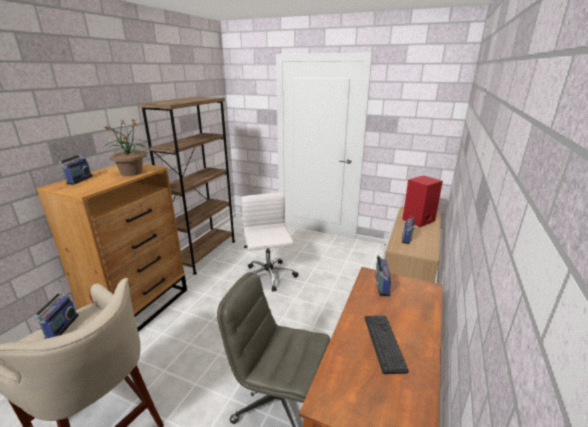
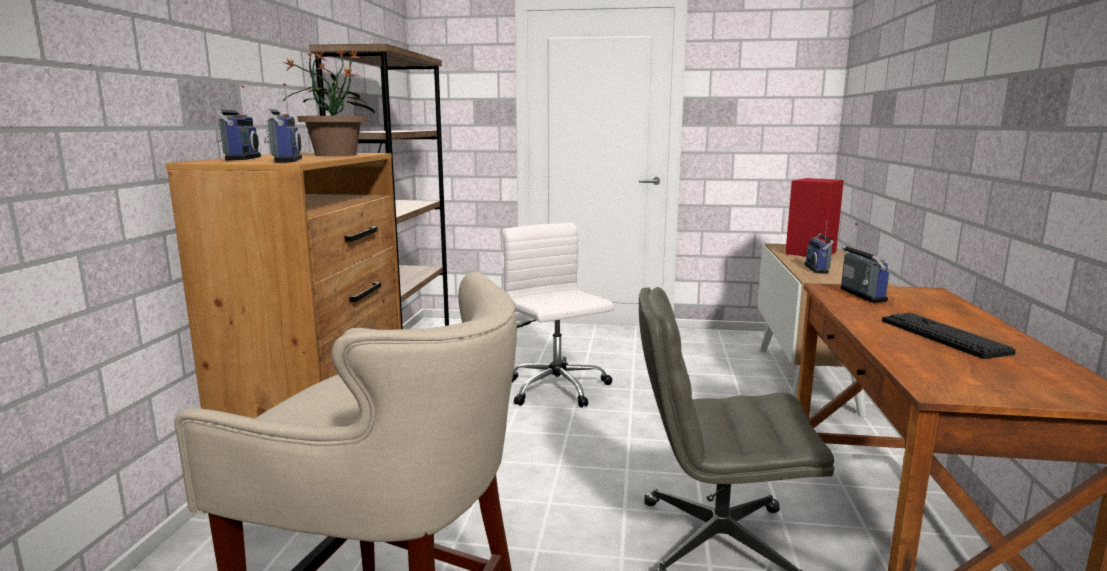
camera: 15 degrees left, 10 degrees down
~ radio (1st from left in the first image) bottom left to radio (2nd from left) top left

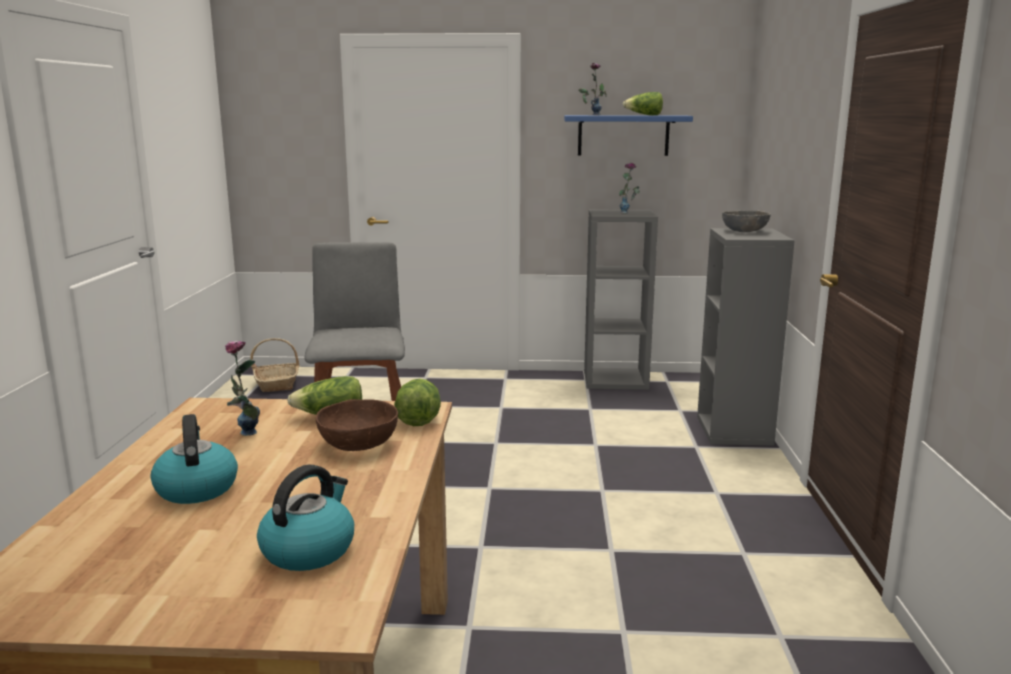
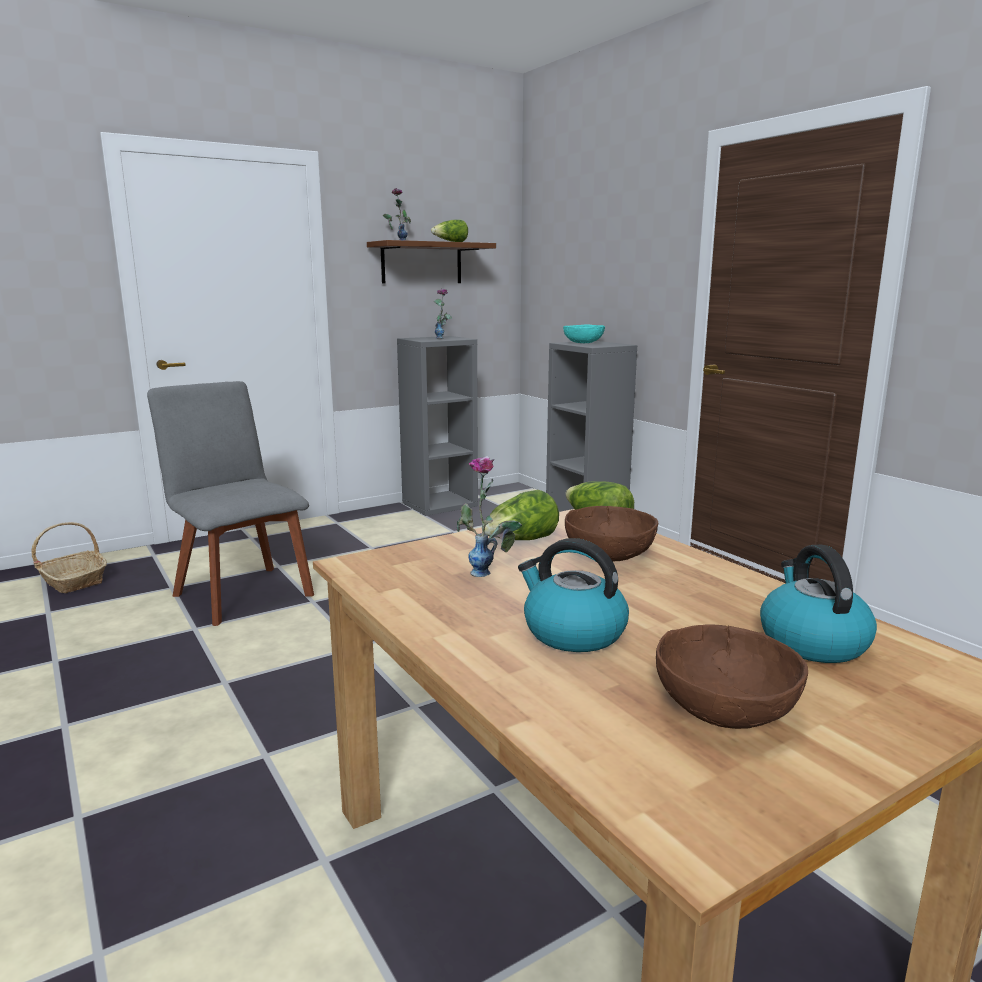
camera: 35 degrees left, 0 degrees up
~ blue shelf top centre to brown shelf top centre
~ grey bowl top right to turquoise bowl centre
+ brown bowl (2nd from left) bottom right

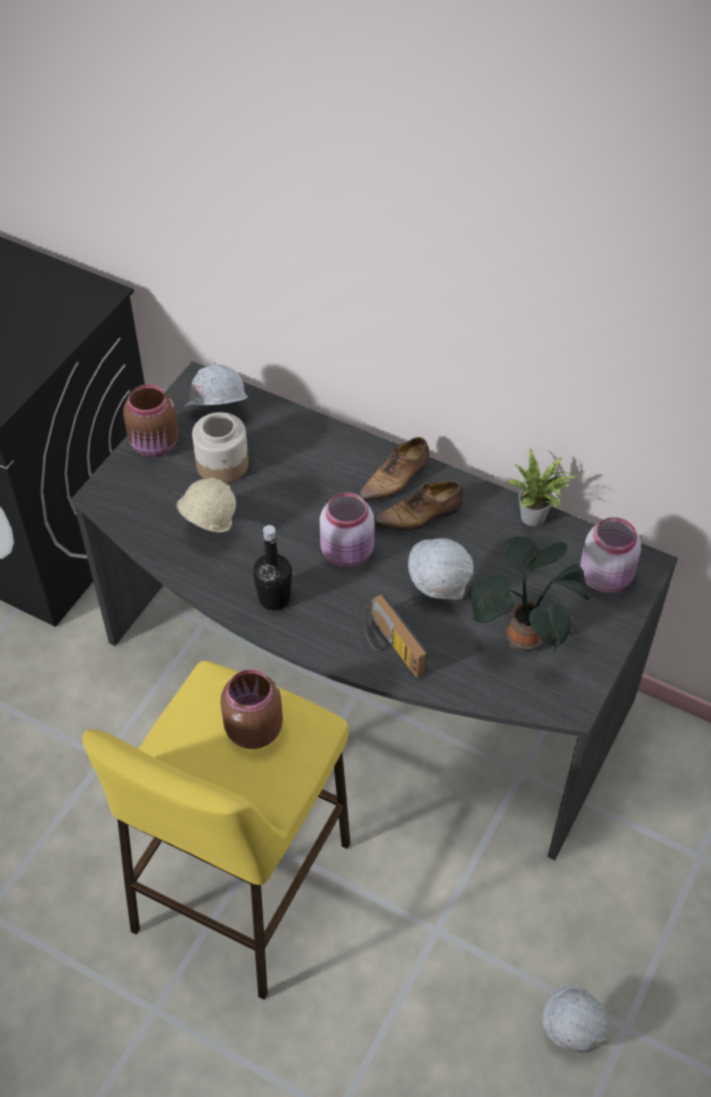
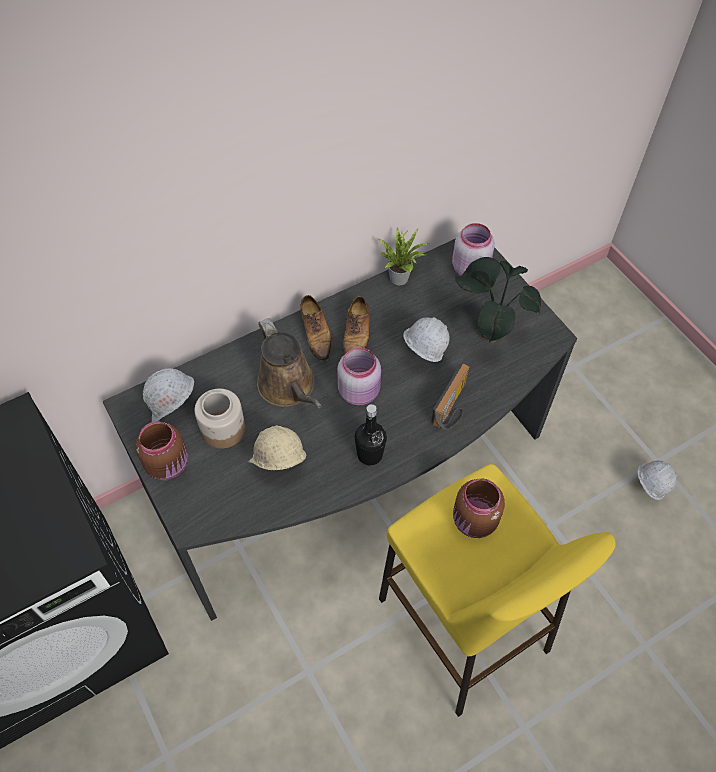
camera: 60 degrees left, 5 degrees up
~ radio centre = centre 60 degrees counterclockwise
+ brown watering can centre

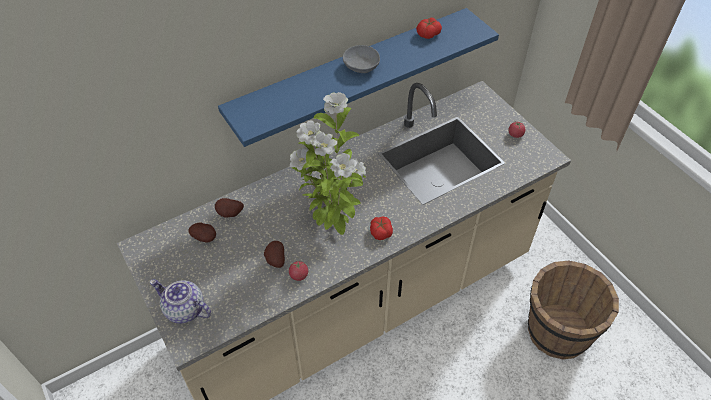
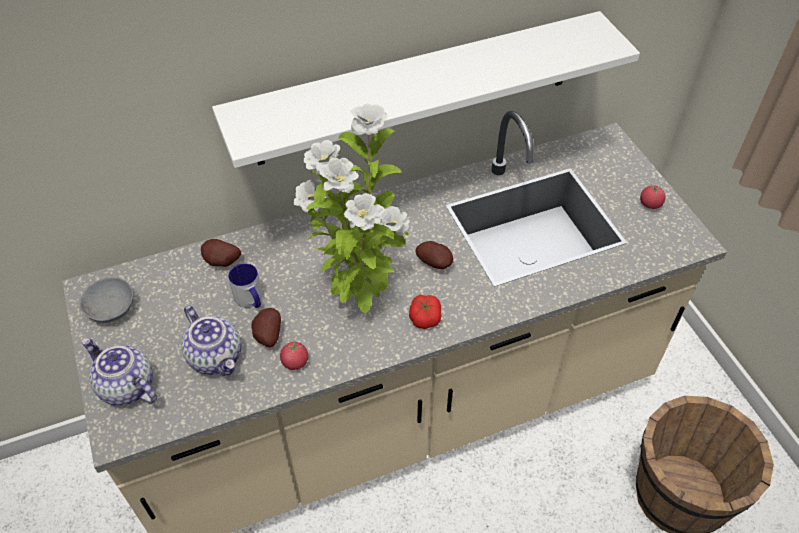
camera: 10 degrees right, 0 degrees up
~ blue shelf top centre to white shelf top centre
- tomato (3rd from left) top centre
~ grey bowl top centre to middle left
~ potato (1st from left in the first image) middle left to potato (3rd from left) centre
+ mug middle left
+ teapot (2nd from left) middle left

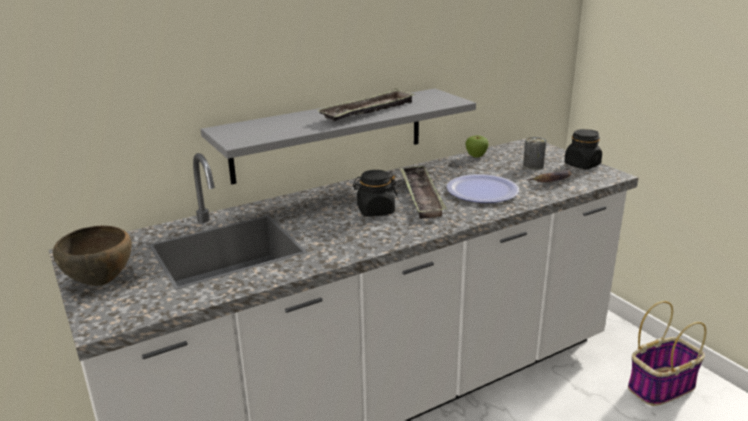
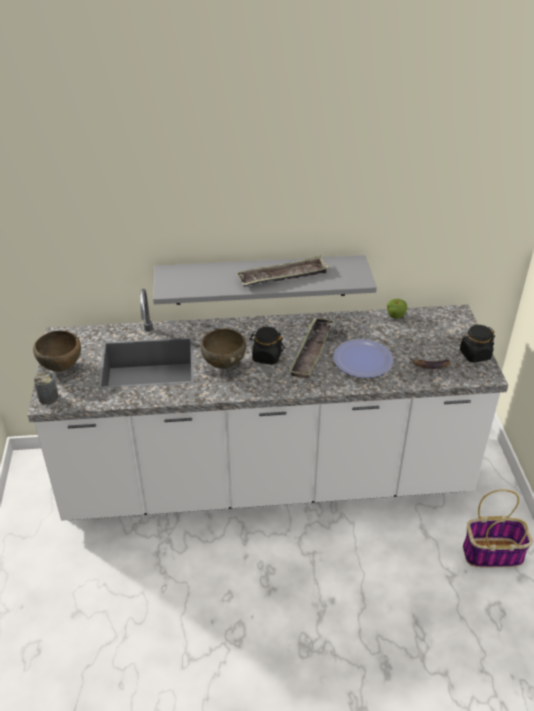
camera: 25 degrees right, 15 degrees up
~ can middle right to middle left
+ brown bowl (2nd from left) centre

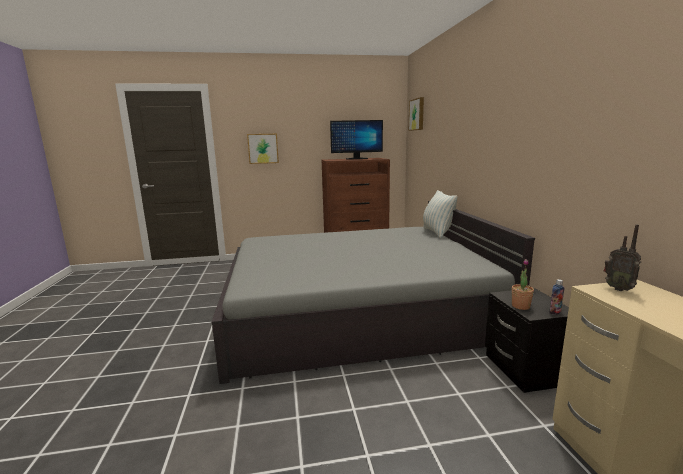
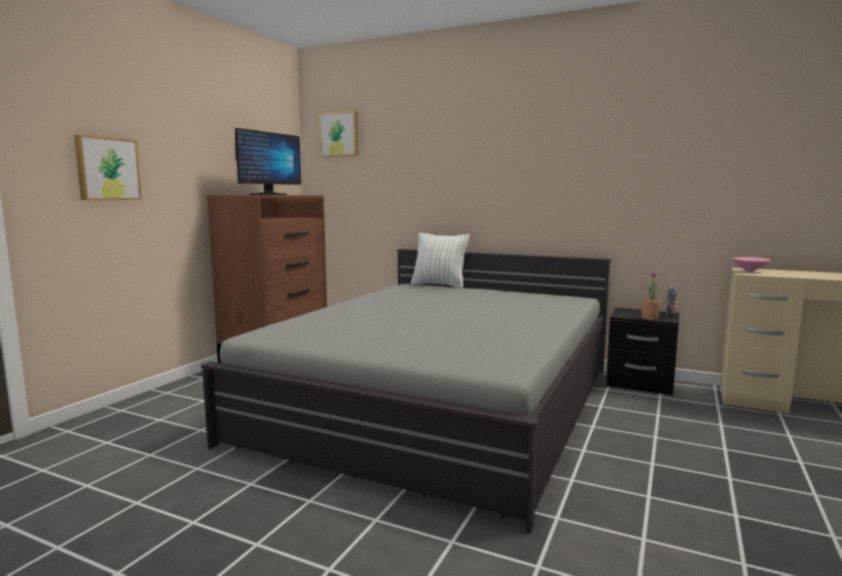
camera: 55 degrees left, 5 degrees down
~ radio middle right to pink bowl middle right

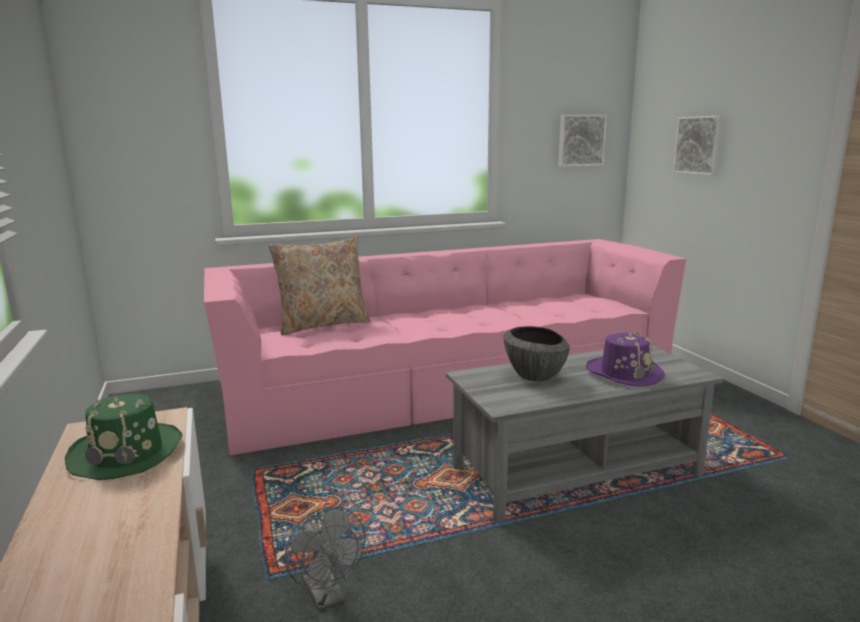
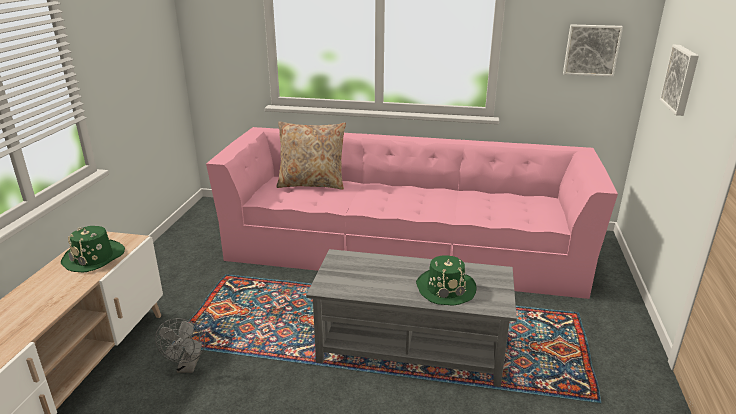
camera: 30 degrees right, 10 degrees up
- bowl centre
~ purple hat middle right to green hat (2nd from left) bottom centre

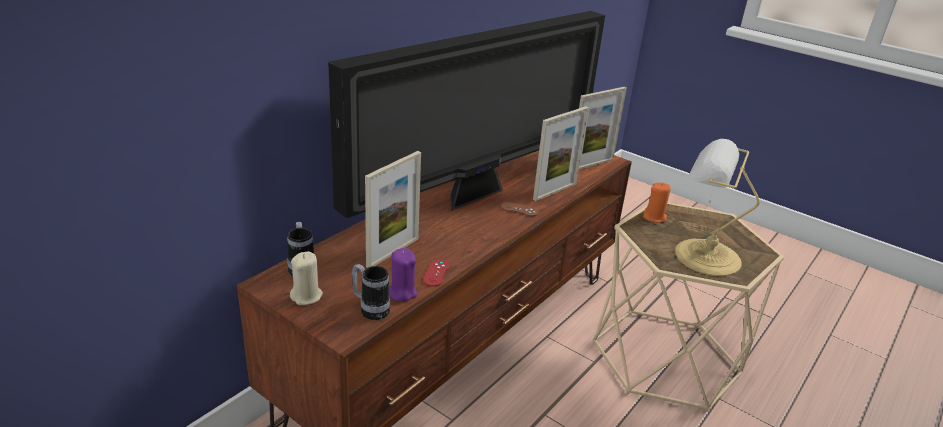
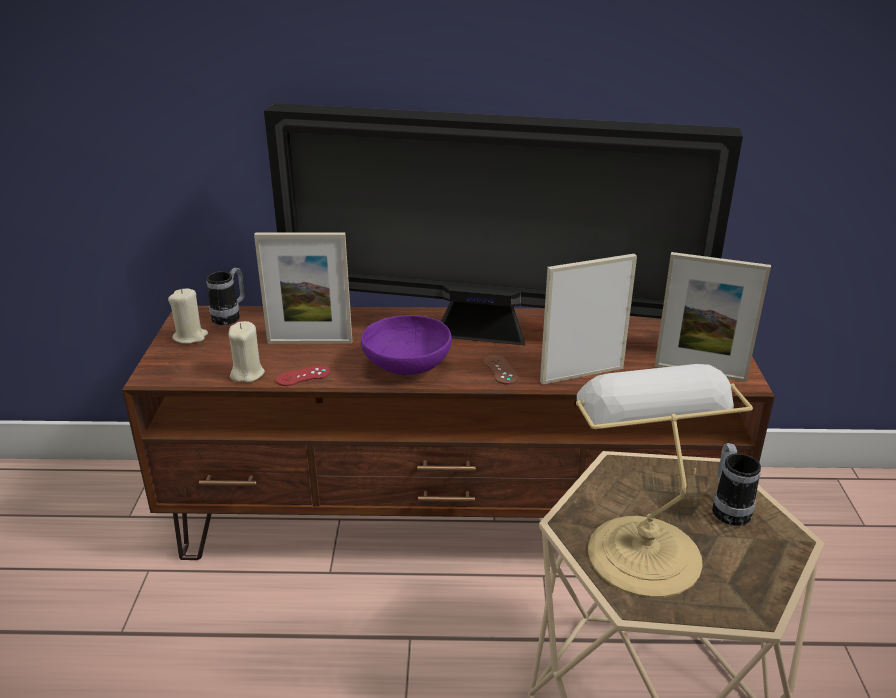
camera: 55 degrees right, 0 degrees up
~ picture frame (2nd from left) centre = centre 150 degrees clockwise
- orange candle middle right
~ purple candle centre to beige candle (2nd from left) middle left
~ mug (2nd from left) bottom centre to bottom right
+ purple bowl centre

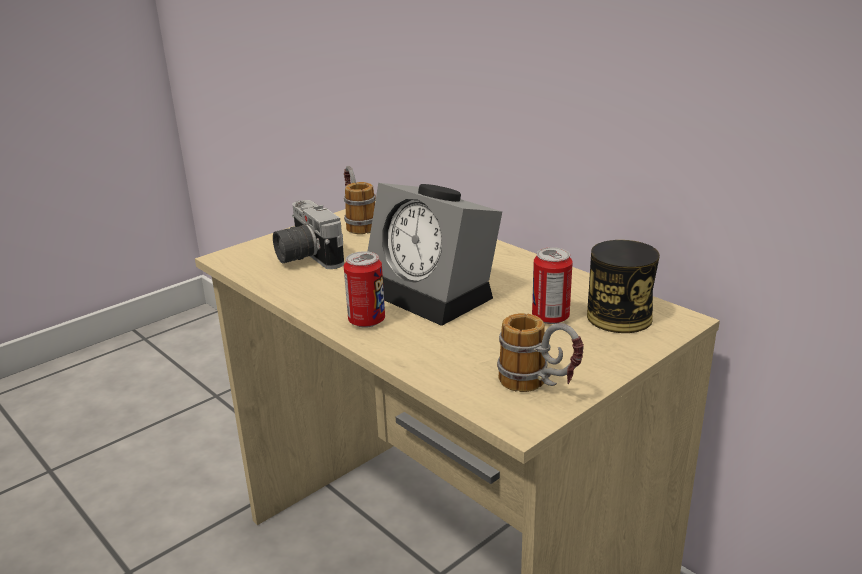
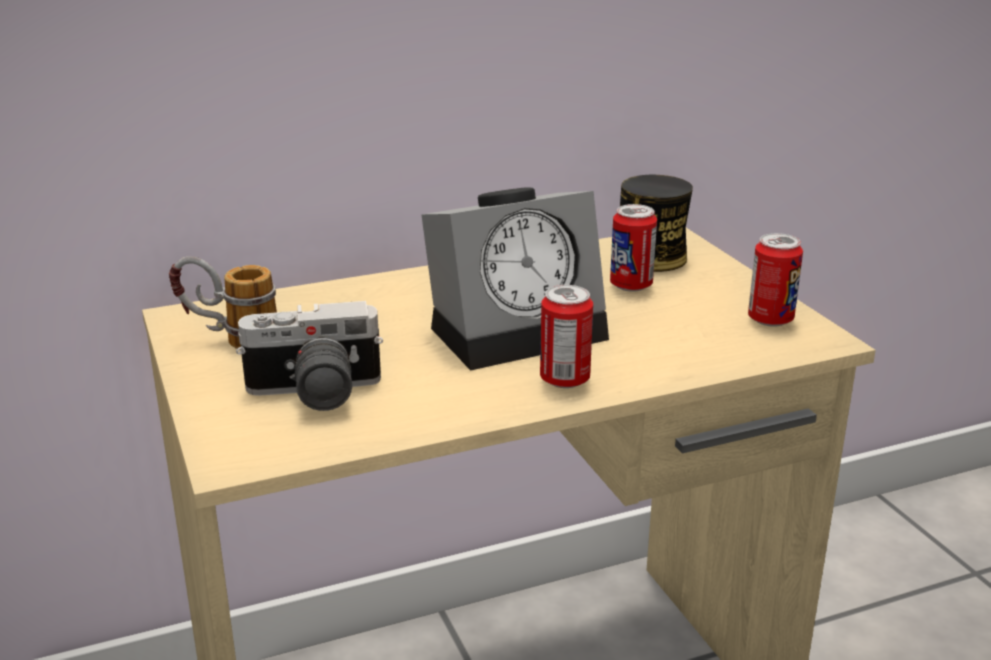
camera: 70 degrees left, 0 degrees up
~ mug (2nd from left) centre to can (4th from left) middle right

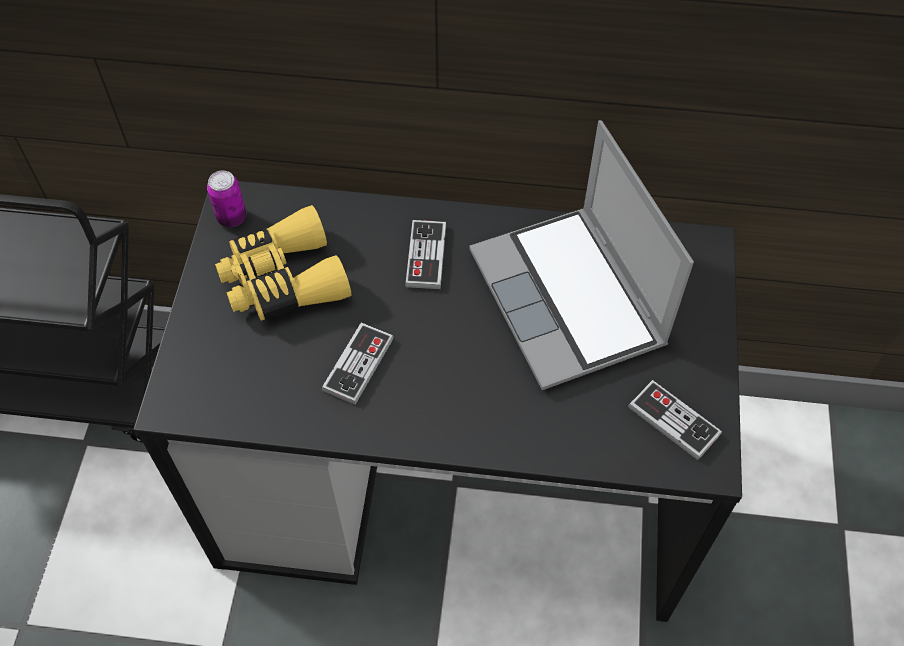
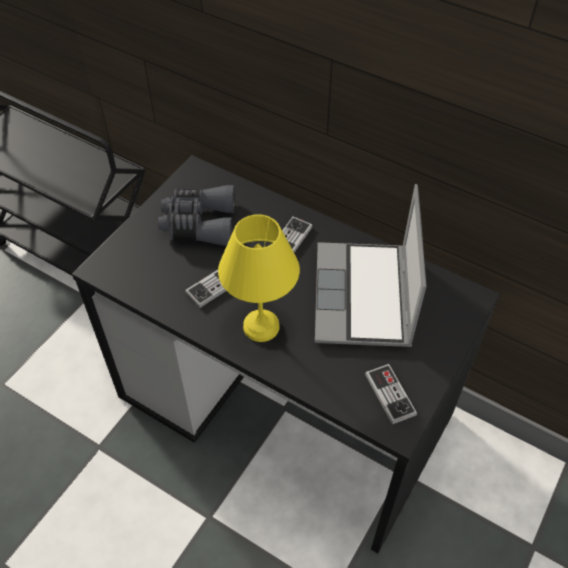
camera: 25 degrees right, 5 degrees down
- can top left
~ yellow binoculars middle left to grey binoculars centre
+ yellow table lamp centre

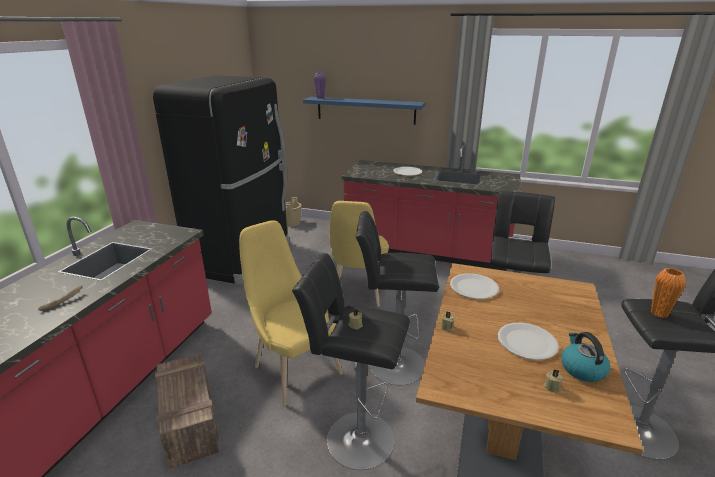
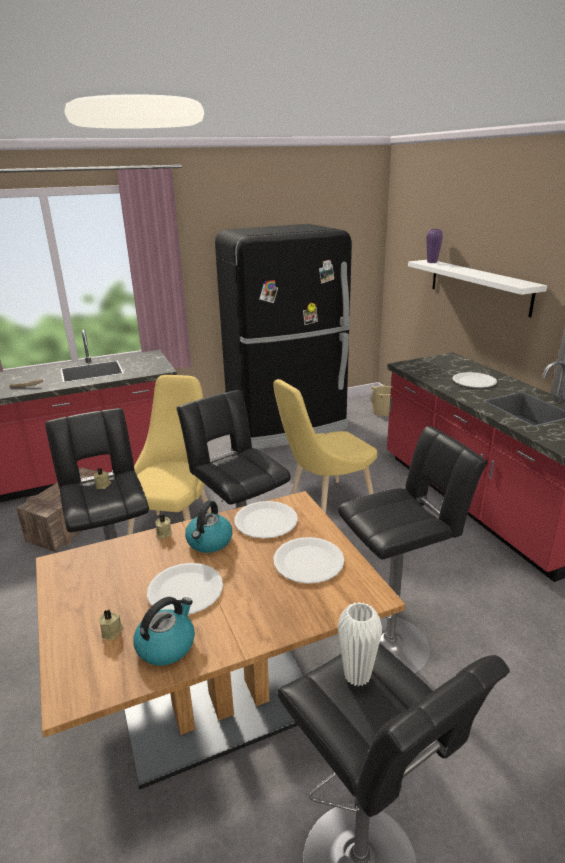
camera: 50 degrees right, 0 degrees up
~ blue shelf top centre to white shelf middle right
~ orange vase middle right to white vase bottom centre
+ kettle (2nd from left) centre
+ white plate (3rd from left) centre

